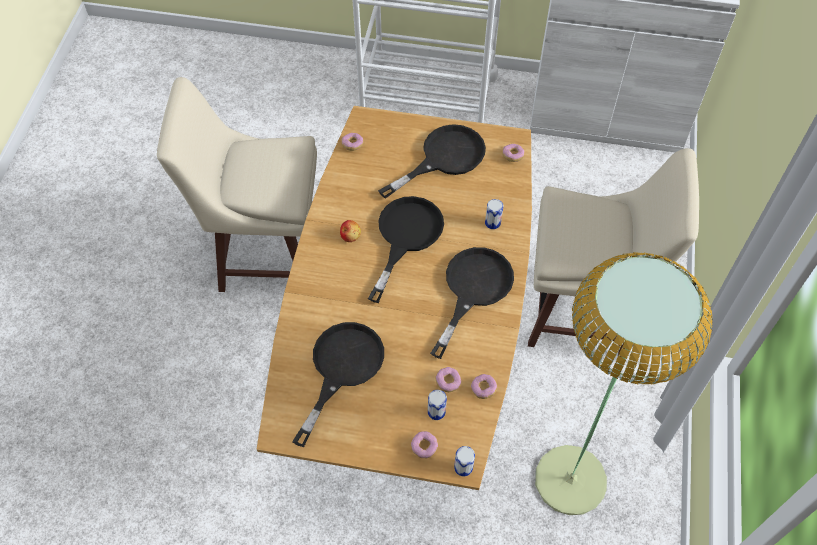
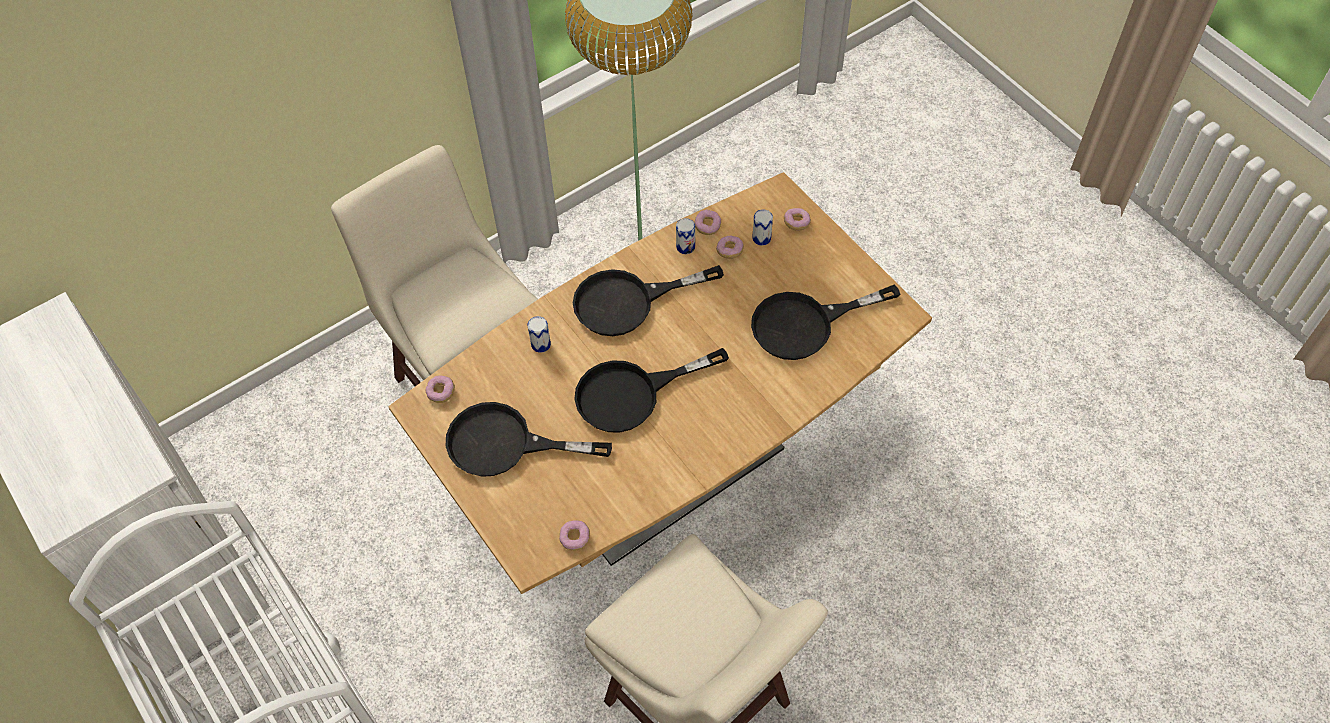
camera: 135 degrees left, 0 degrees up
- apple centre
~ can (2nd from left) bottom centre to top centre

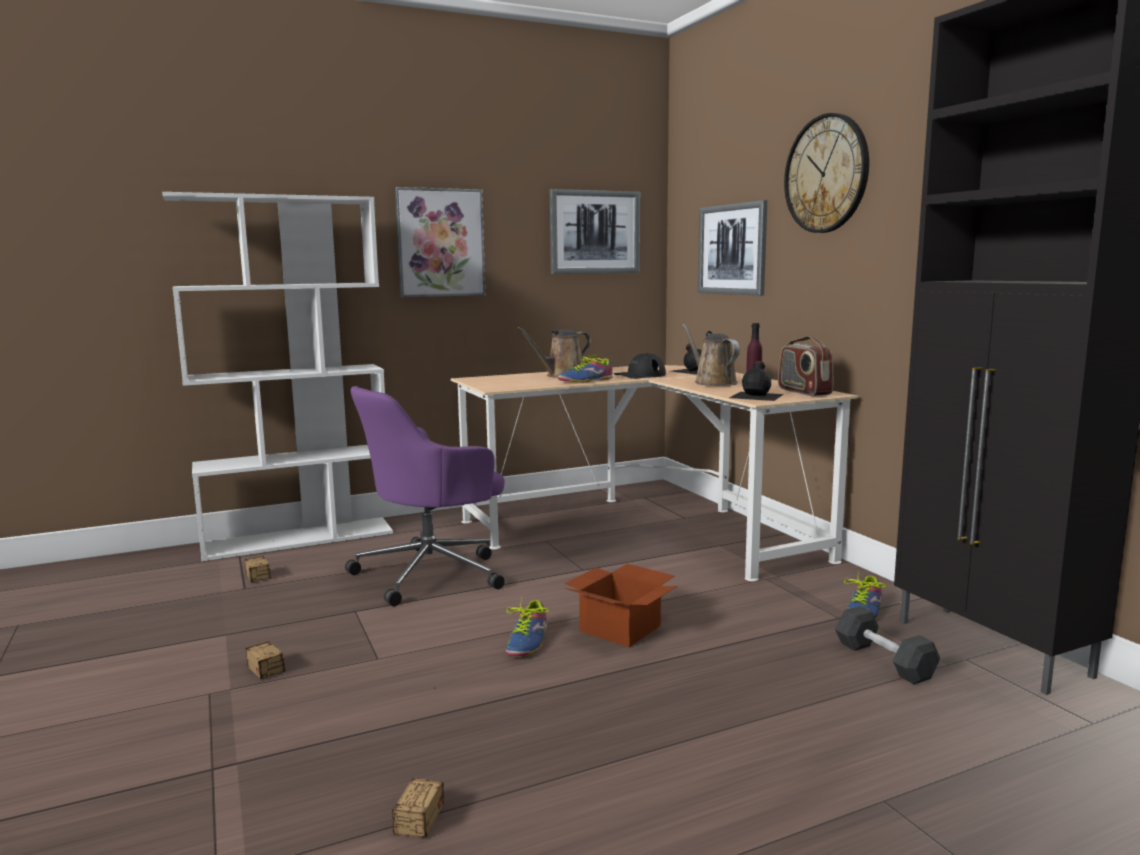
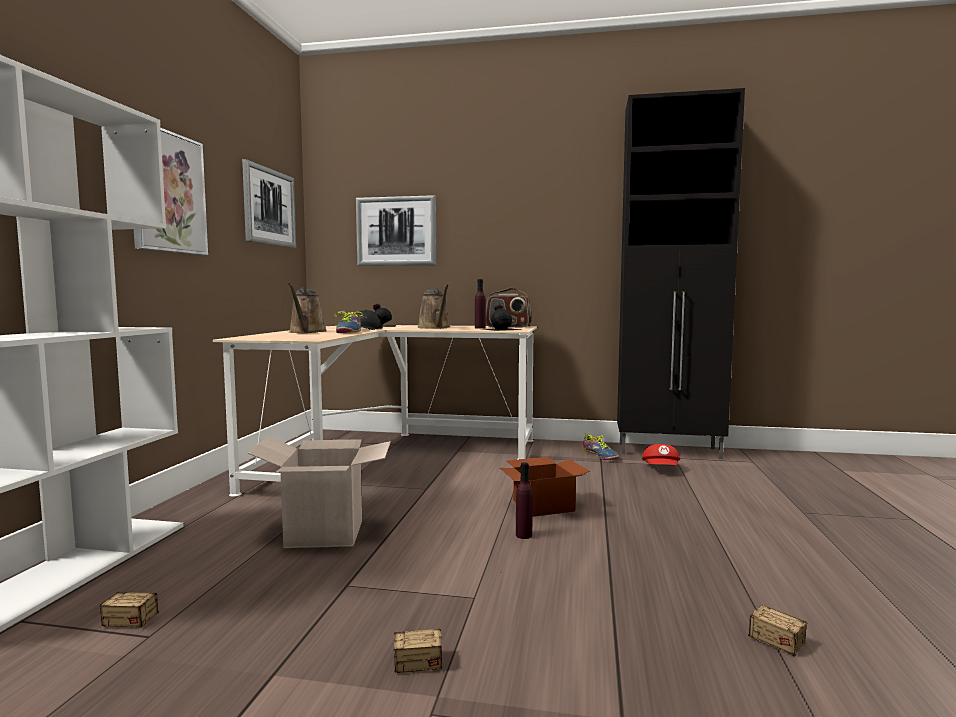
camera: 55 degrees left, 5 degrees down
- wall clock top right
~ brown watering can (2nd from left) centre = centre 120 degrees counterclockwise
~ purple office chair centre to cardboard box (1st from left) bottom centre
~ shoe (1st from left) bottom centre to purple bottle (2nd from left) bottom centre
~ grey dumbbell bottom right to red cap middle right

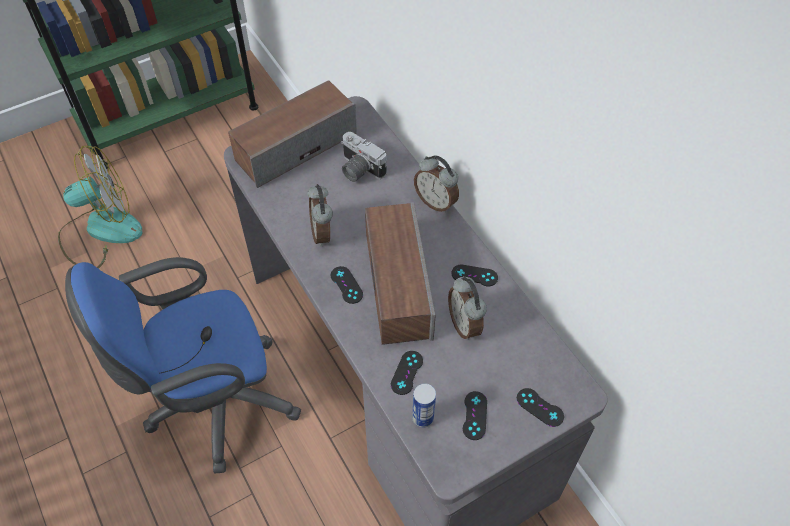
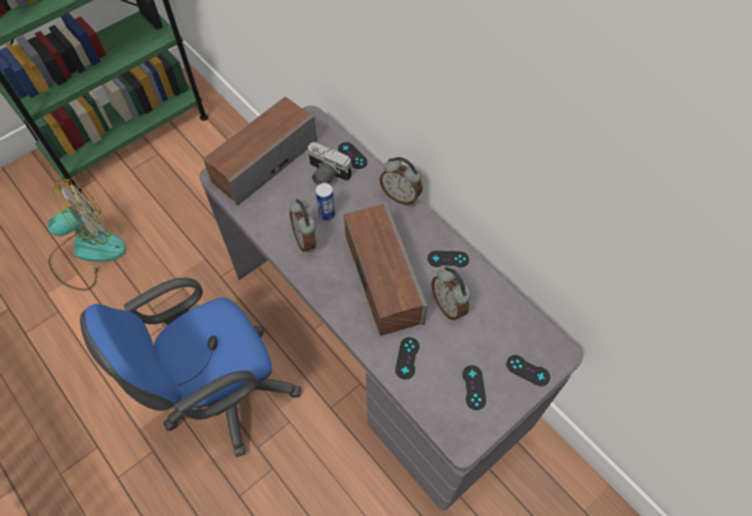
camera: 10 degrees left, 5 degrees up
~ black game controller (1st from left) centre to top centre
~ can bottom centre to centre

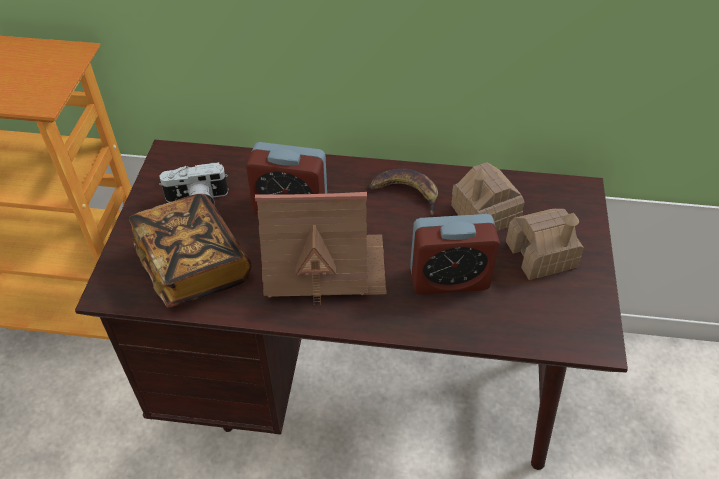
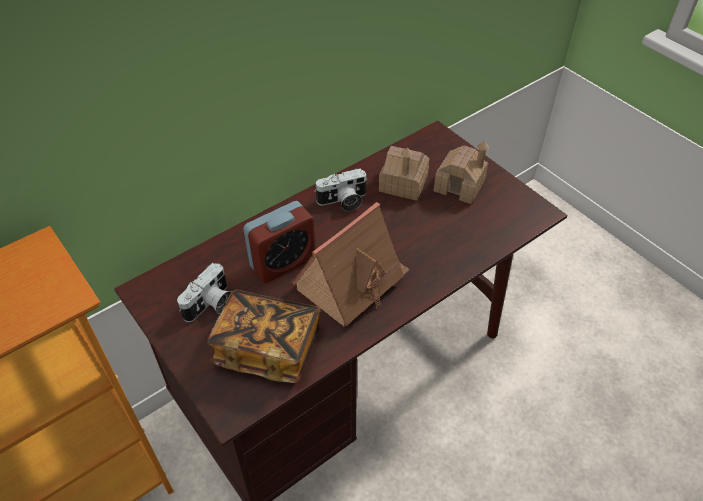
camera: 45 degrees left, 0 degrees up
~ banana centre to photo camera (2nd from left) centre
- alarm clock (2nd from left) centre

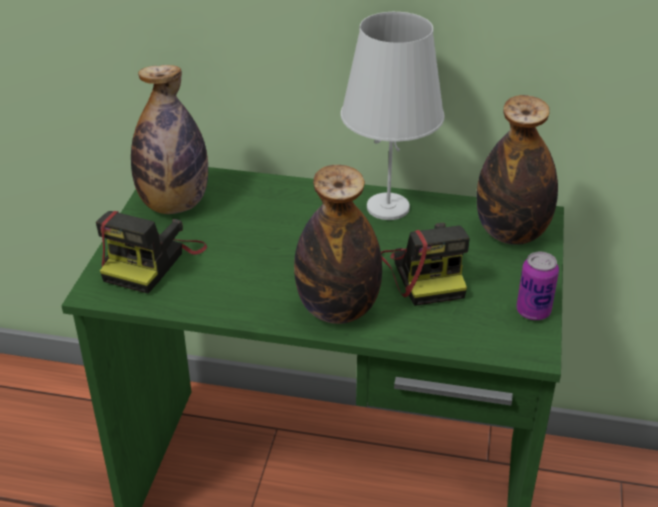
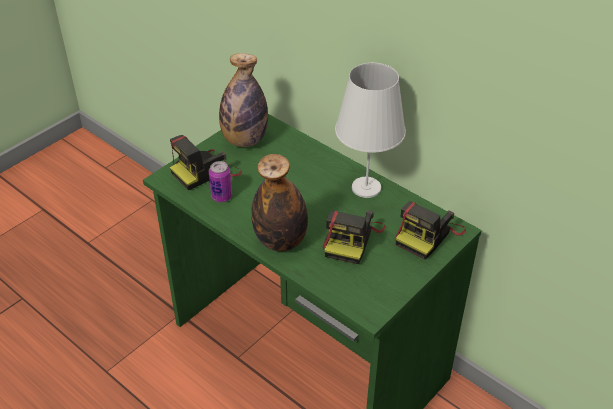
camera: 30 degrees right, 5 degrees up
~ bottle (3rd from left) middle right to photo camera (3rd from left) middle right
~ can middle right to centre

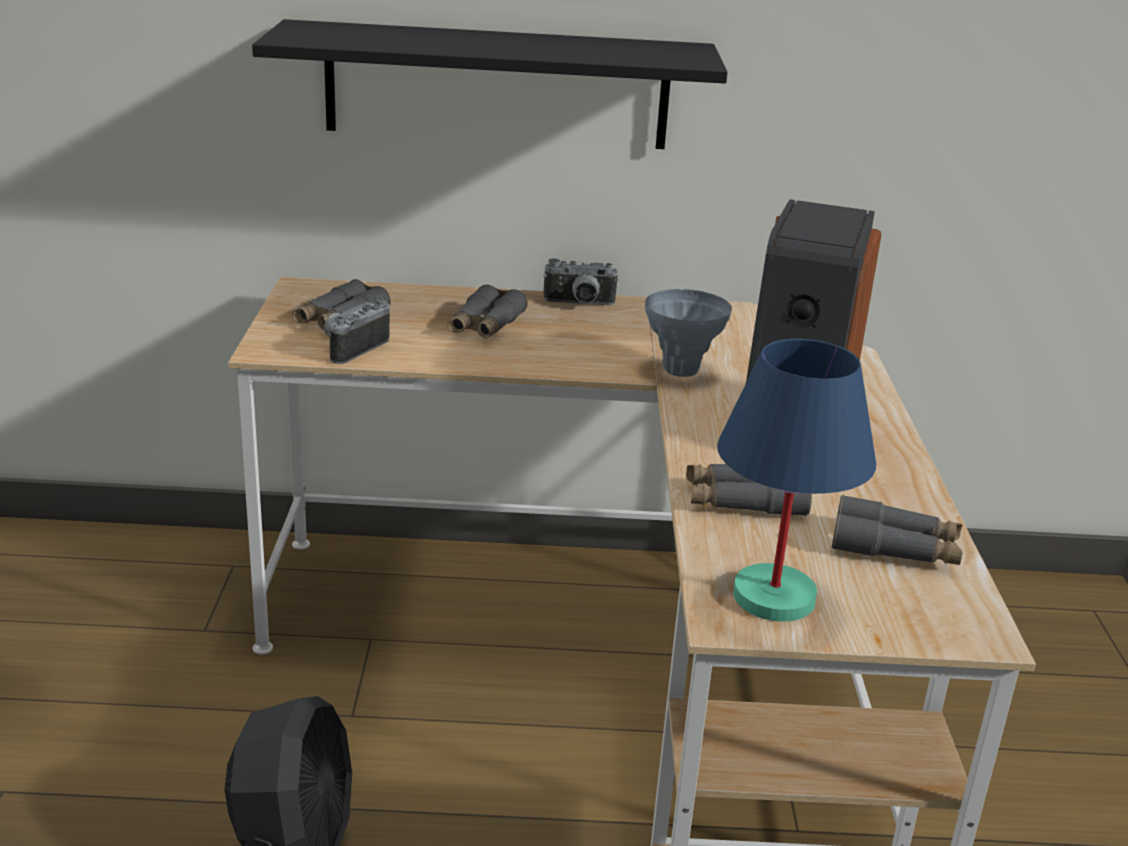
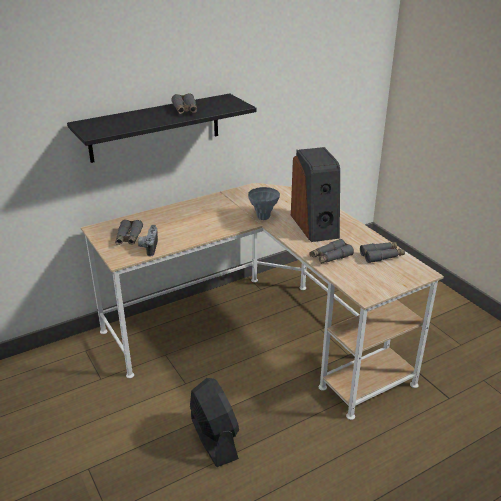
camera: 30 degrees left, 5 degrees up
- photo camera (2nd from left) top centre
~ grey binoculars (2nd from left) centre to top centre
- blue table lamp middle right

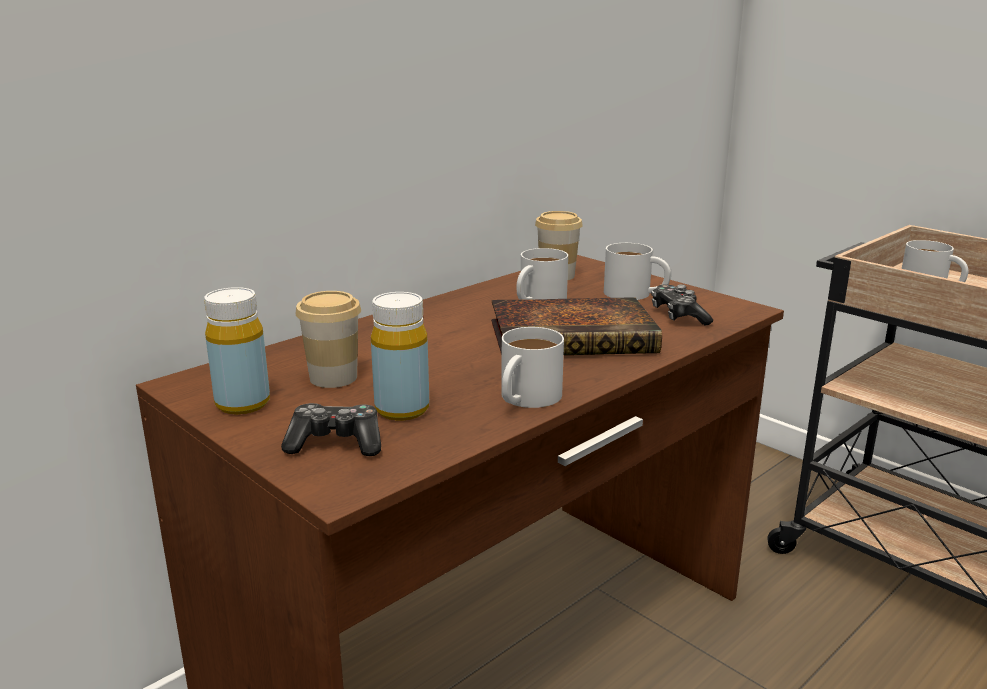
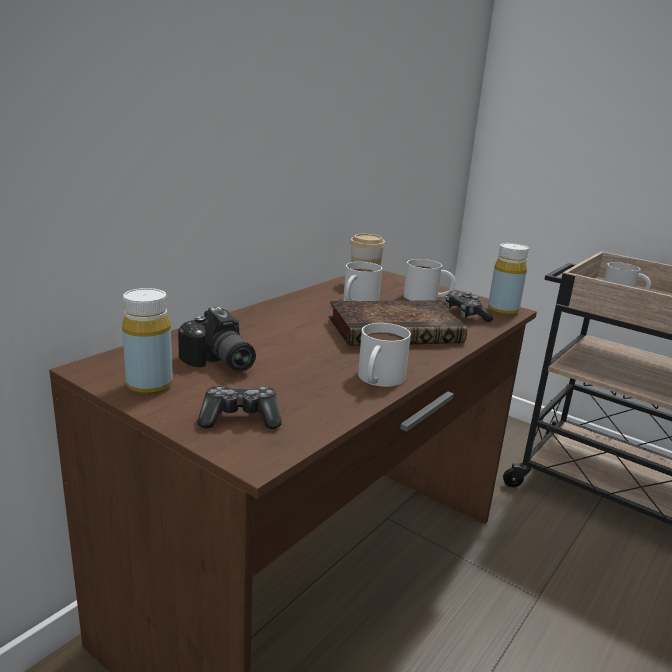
camera: 10 degrees left, 0 degrees up
~ cup (1st from left) middle left to photo camera middle left
~ yellow bottle (2nd from left) centre to middle right

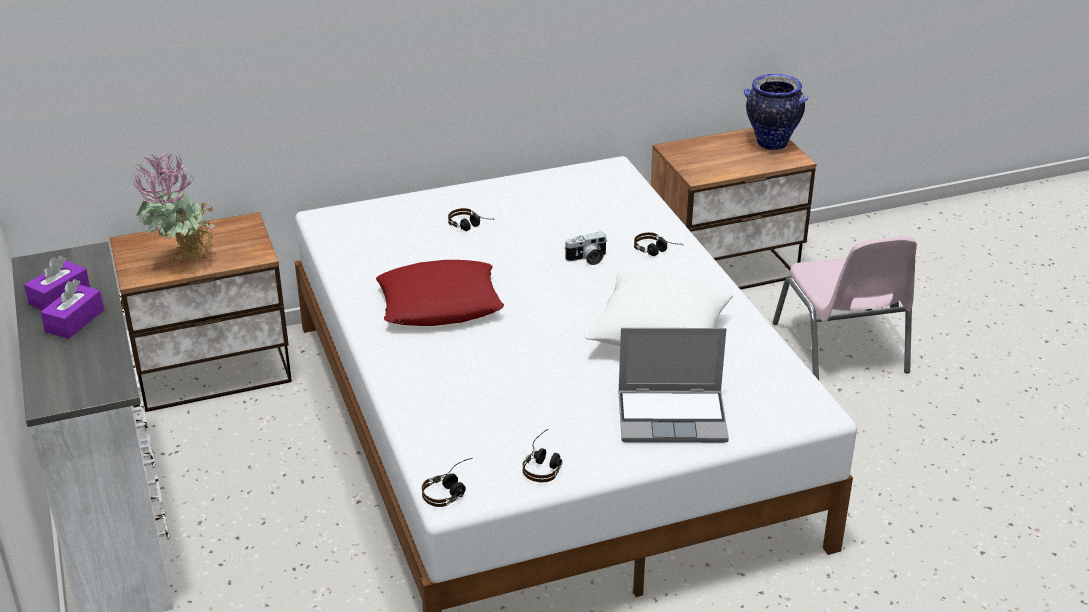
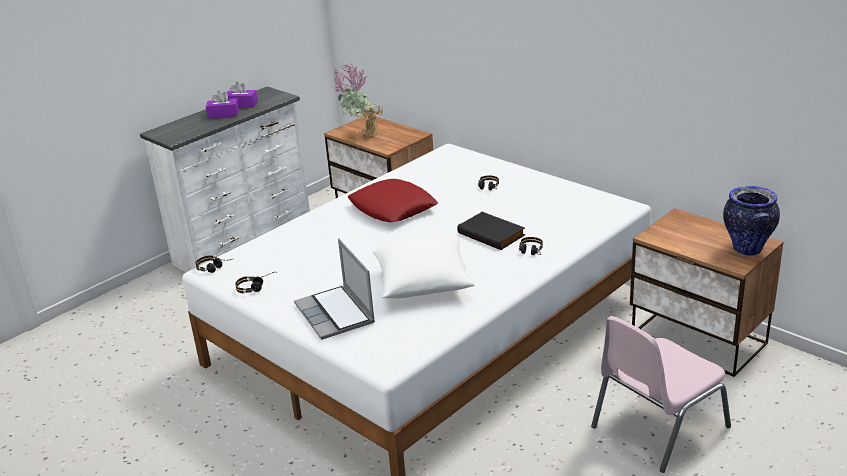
camera: 65 degrees right, 5 degrees down
~ photo camera centre to black book centre

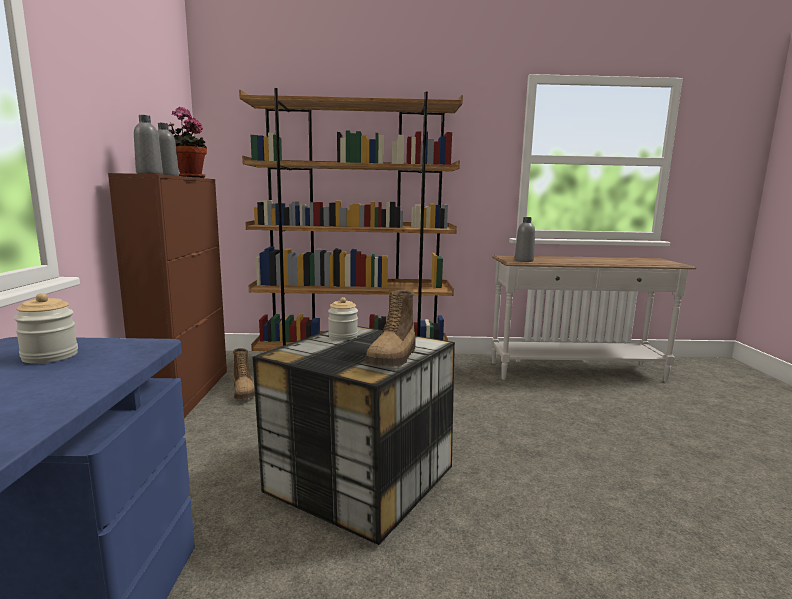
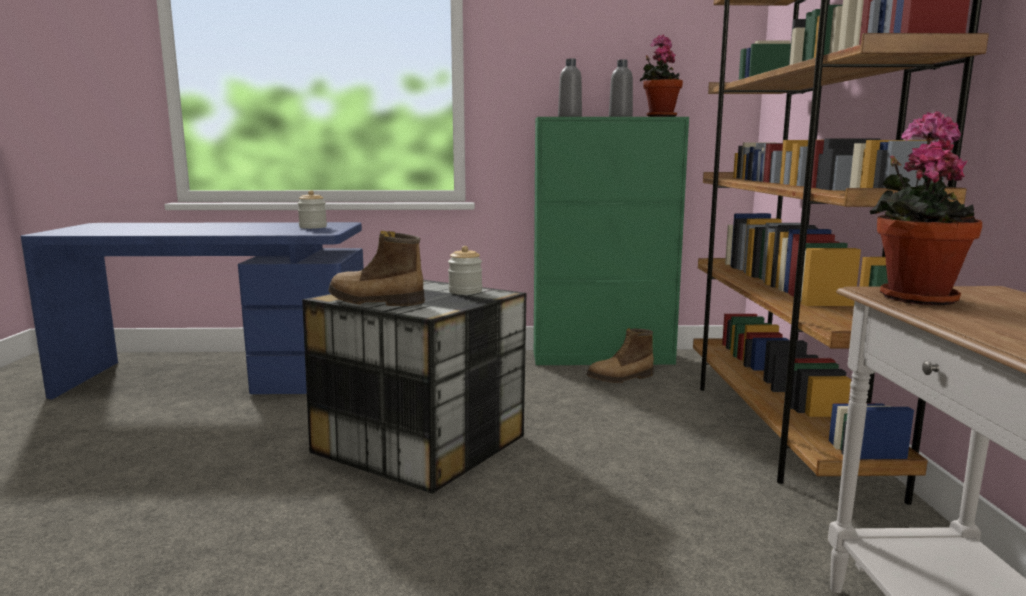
camera: 90 degrees right, 0 degrees up
~ brown cabinet middle left to green cabinet centre
~ grey bottle (3rd from left) centre to potted plant (2nd from left) middle right

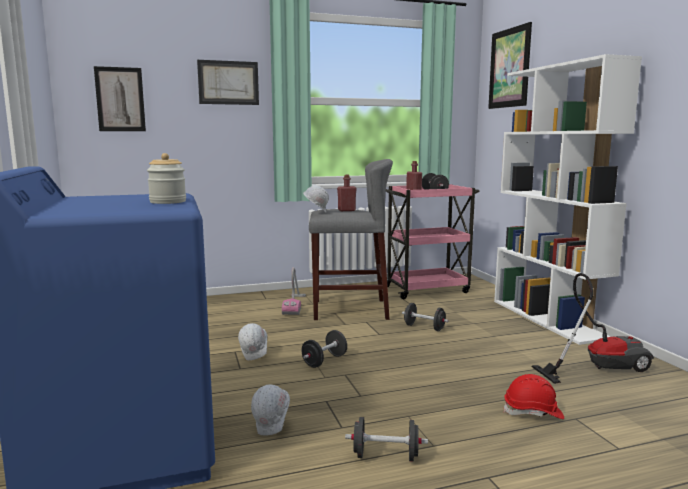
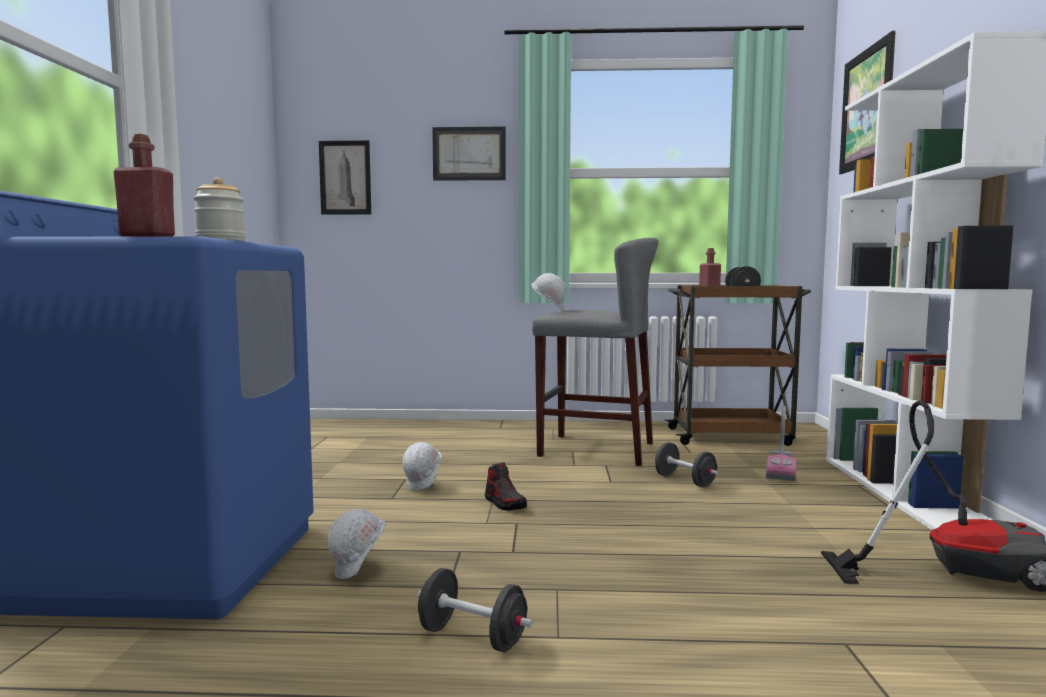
camera: 20 degrees right, 5 degrees down
~ red bottle (1st from left) centre to top left
~ pink cart centre to brown cart middle right
~ vacuum cleaner (1st from left) centre to middle right
~ black dumbbell (1st from left) bottom centre to shoe bottom centre
- red hard hat bottom right

